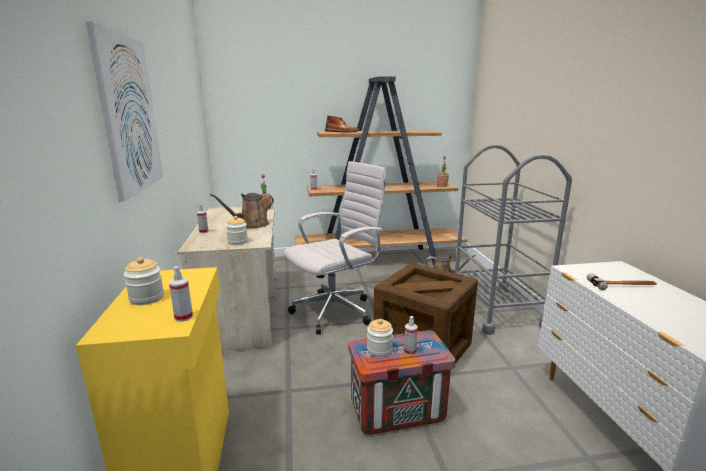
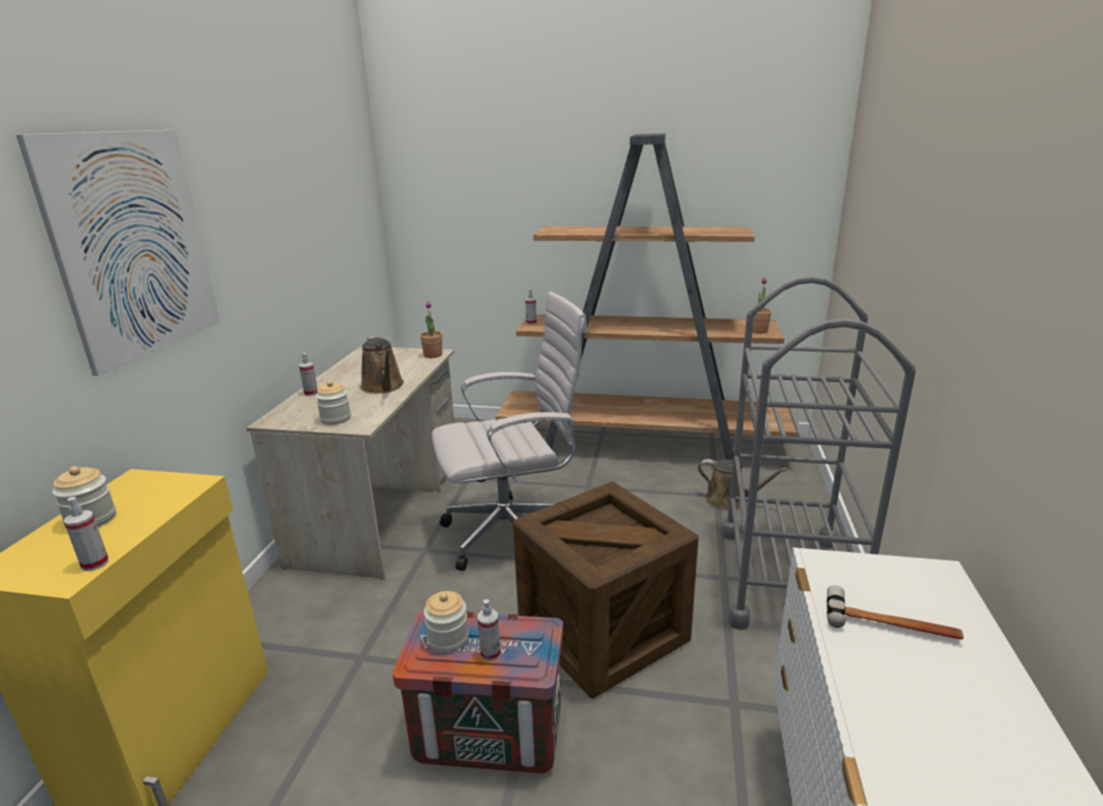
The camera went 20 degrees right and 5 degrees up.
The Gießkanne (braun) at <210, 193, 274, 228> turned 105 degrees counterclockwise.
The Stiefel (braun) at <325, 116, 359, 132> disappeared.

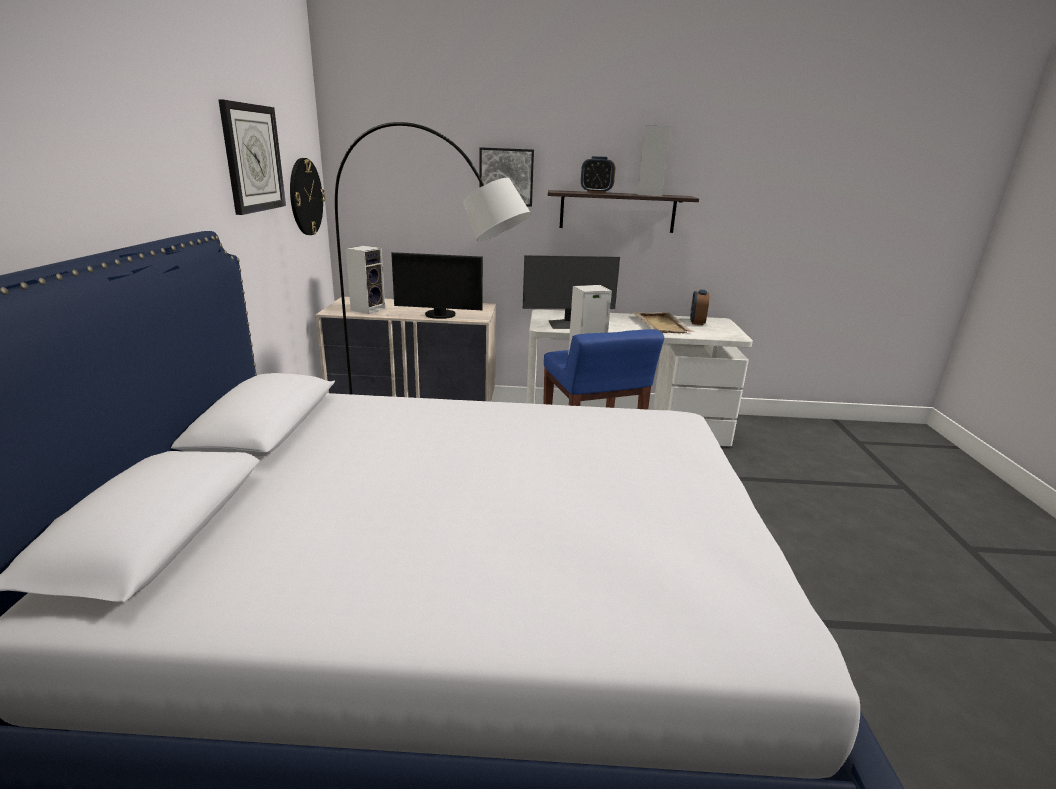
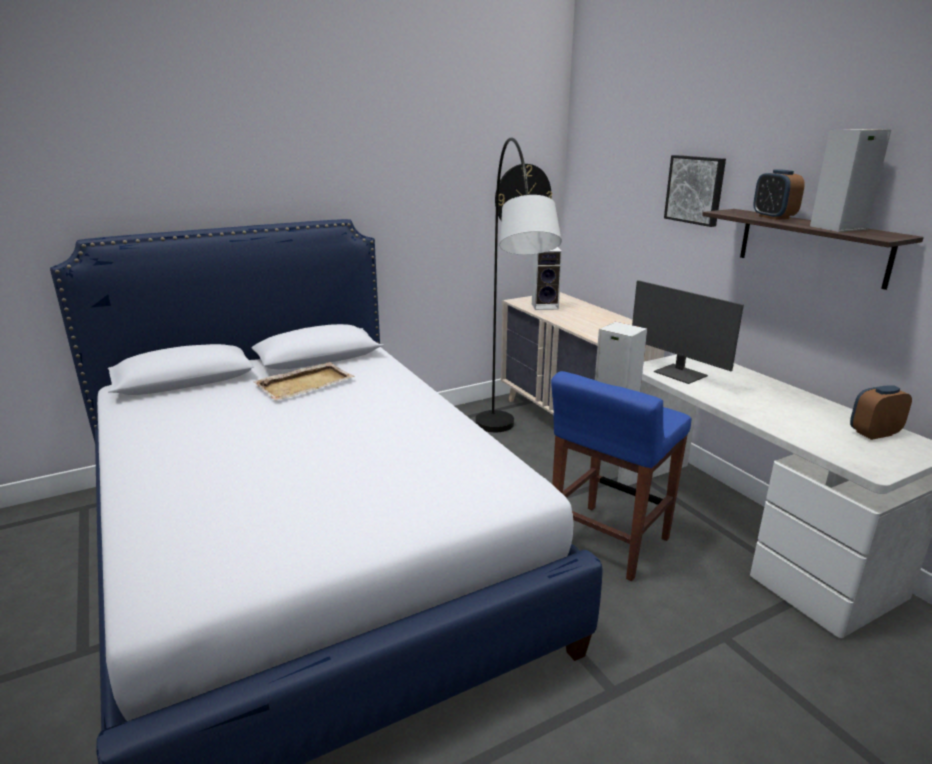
The camera went 60 degrees right and 0 degrees up.
The Wanduhr at <218, 99, 286, 215> disappeared.
The Monitor at <391, 252, 483, 319> disappeared.
The Tablett (beige) moved from <632, 312, 694, 334> to <253, 362, 355, 401>.

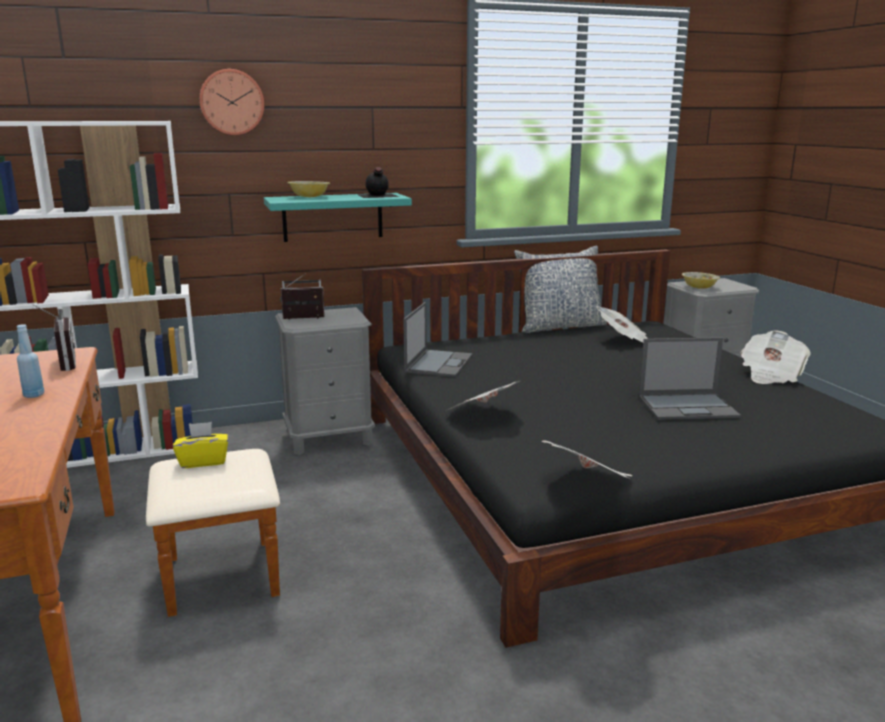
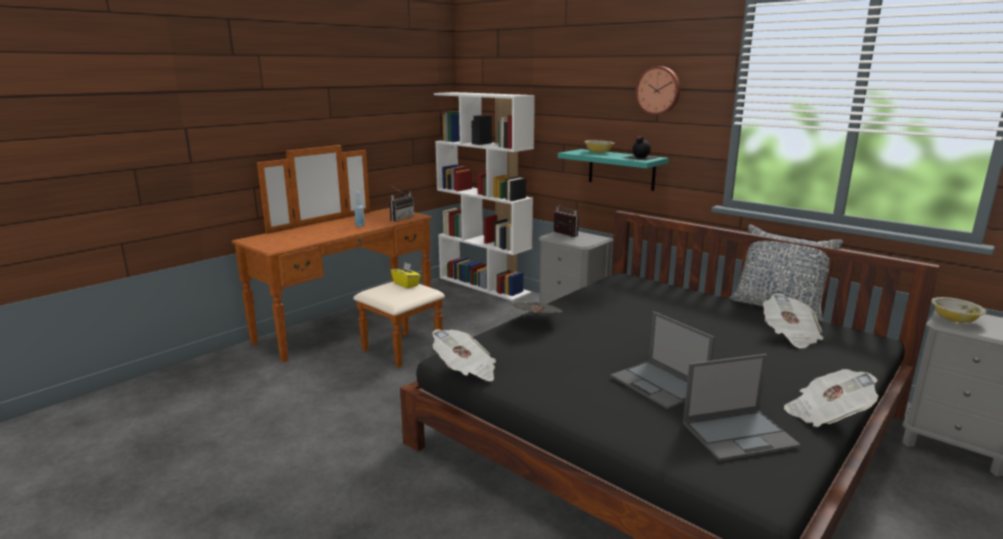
The camera went 60 degrees right and 0 degrees up.
The Wanduhr moved from <199, 69, 265, 135> to <635, 66, 680, 115>.
The Laptop moved from <403, 302, 472, 377> to <683, 354, 801, 461>.

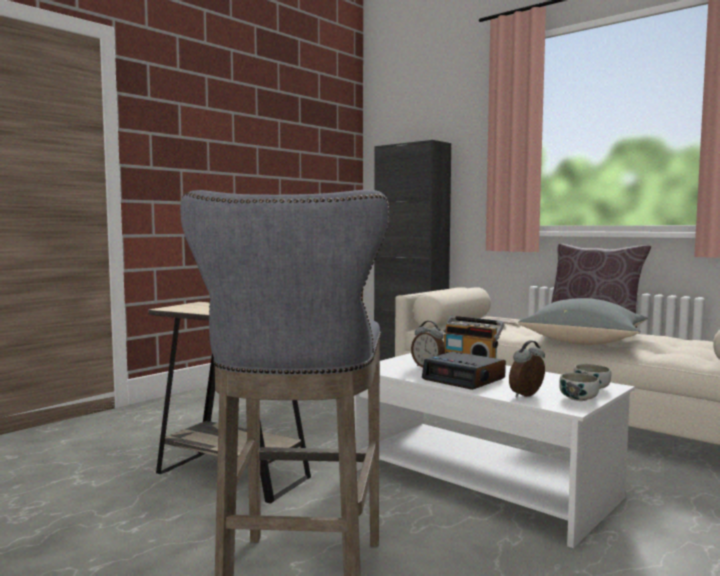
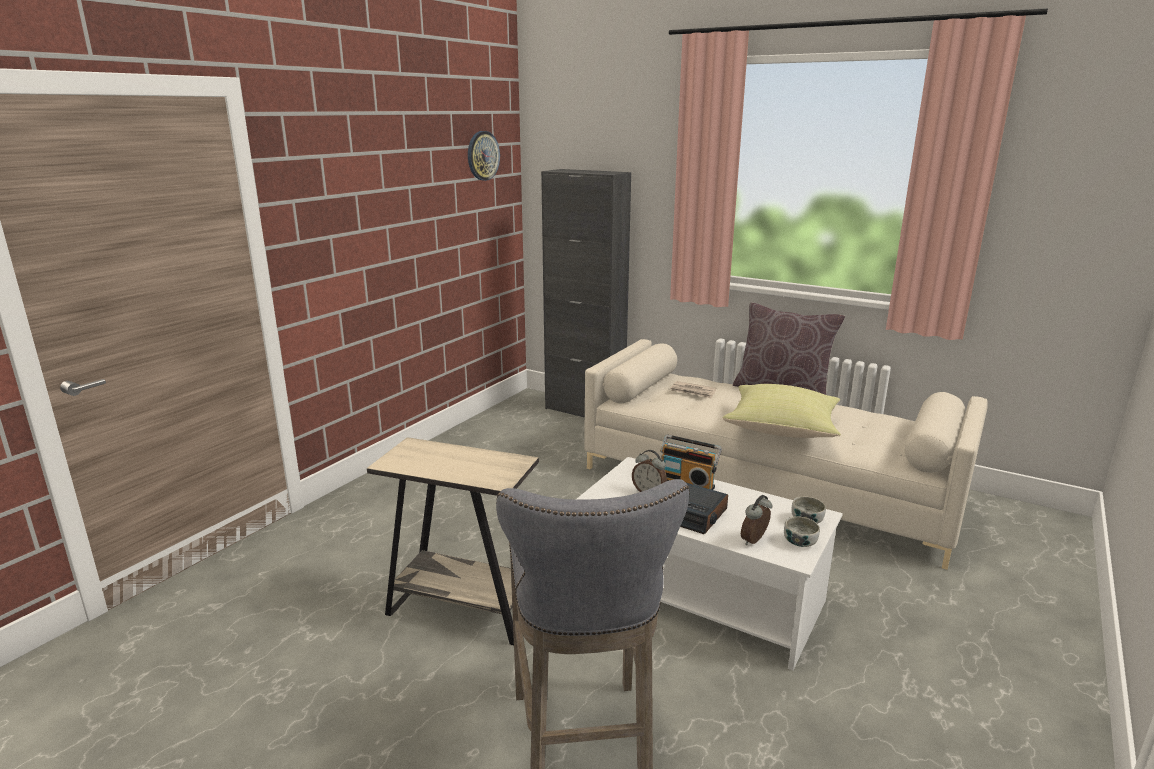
The camera went 10 degrees left and 15 degrees up.
The Kissen (grau) at <519, 298, 648, 345> became the Kissen (gelb) at <722, 384, 841, 438>.
The Wanduhr at <468, 131, 500, 181> appeared.

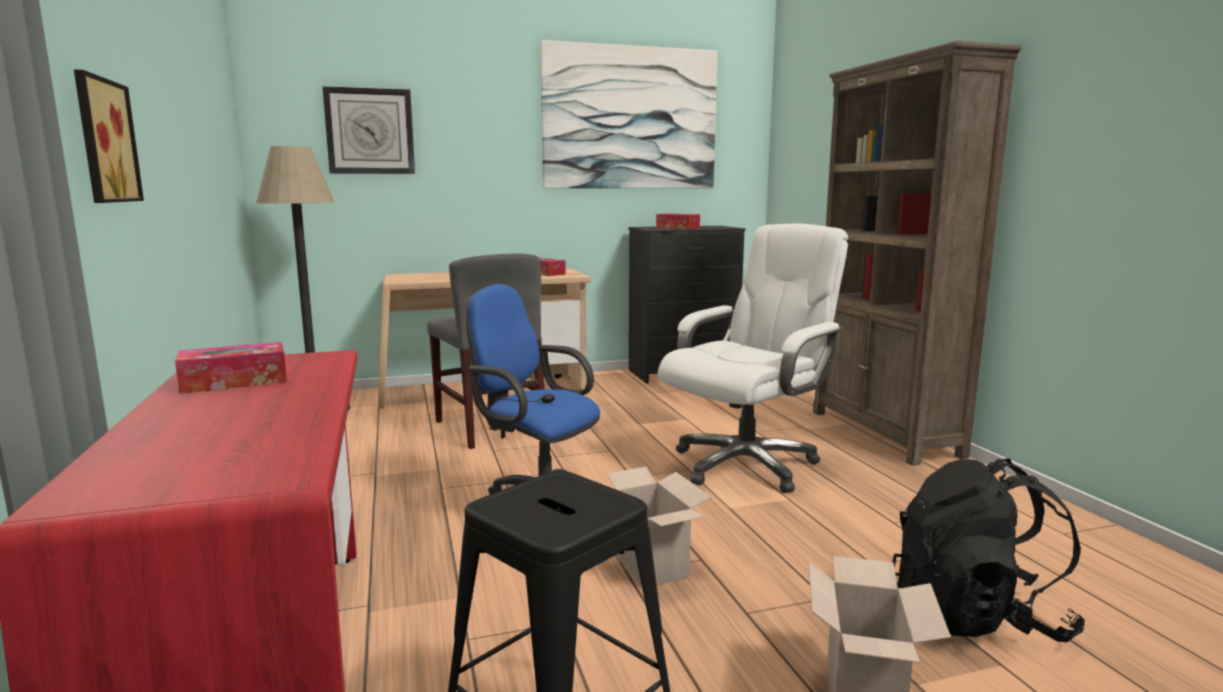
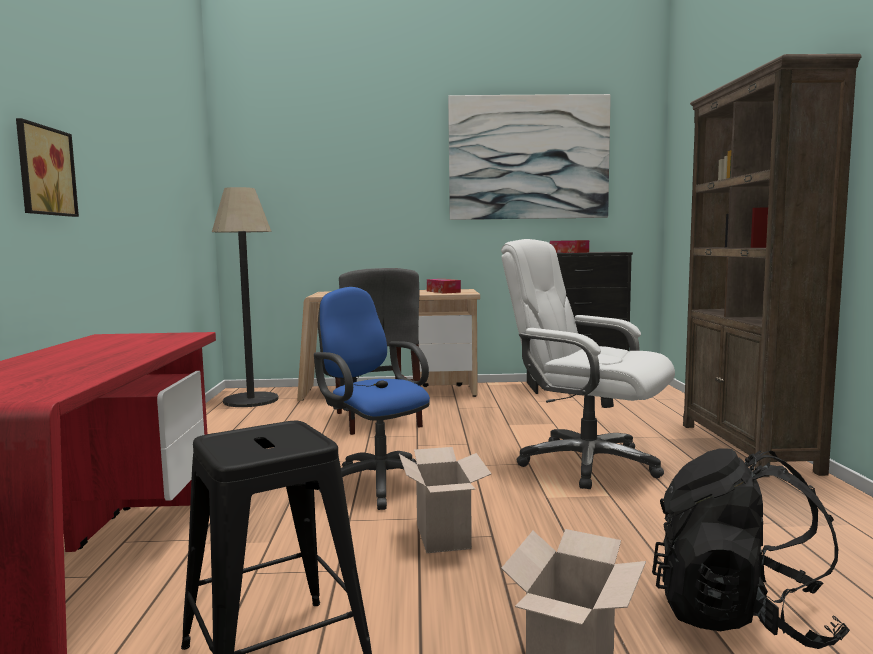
The camera went 15 degrees right and 5 degrees down.
The Taschentuchbox at <175, 342, 287, 394> disappeared.
The Wanduhr at <322, 86, 415, 174> disappeared.
The Bürostuhl (weiß) at <658, 223, 848, 493> turned 120 degrees counterclockwise.

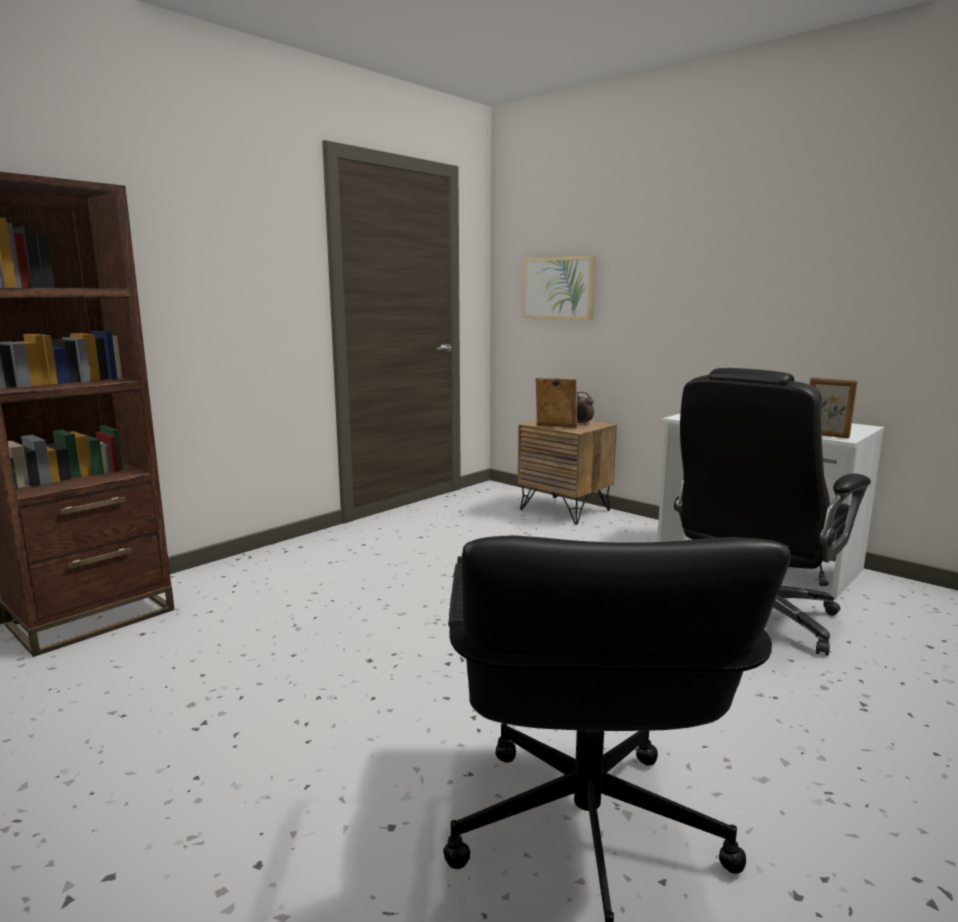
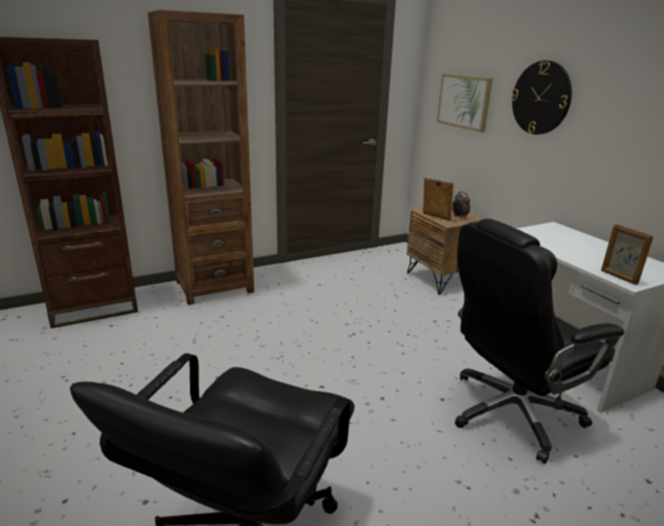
The camera went 20 degrees right and 10 degrees up.
The Bücherregal (braun) at <148, 10, 254, 305> appeared.
The Wanduhr at <511, 60, 572, 135> appeared.

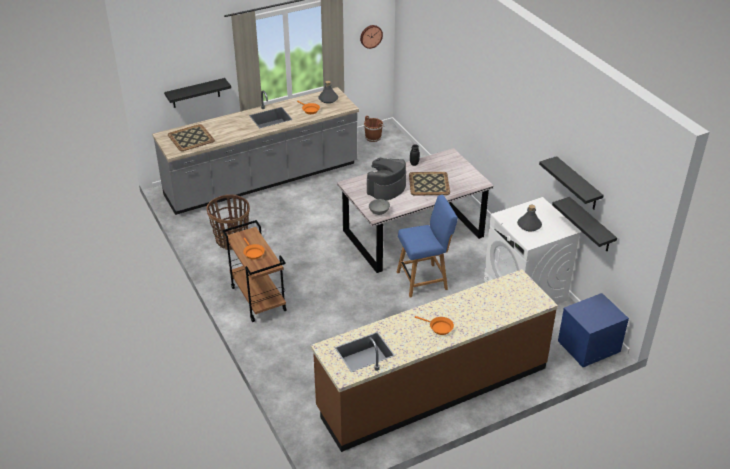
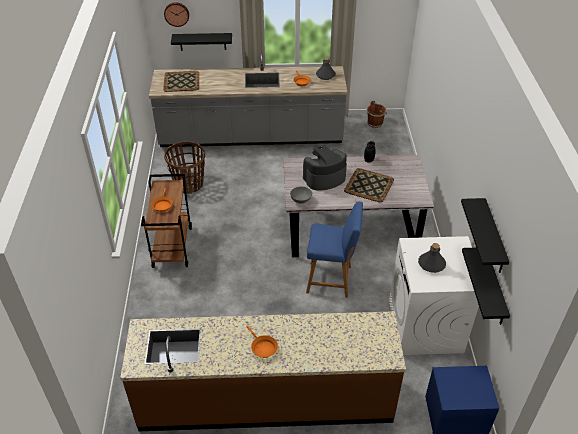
The camera went 25 degrees right and 5 degrees up.
The Wanduhr moved from <360, 25, 383, 49> to <164, 2, 189, 27>.

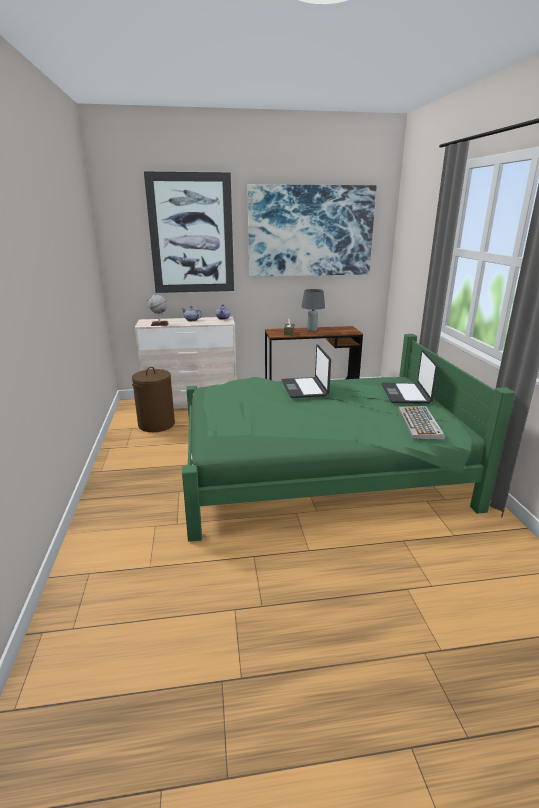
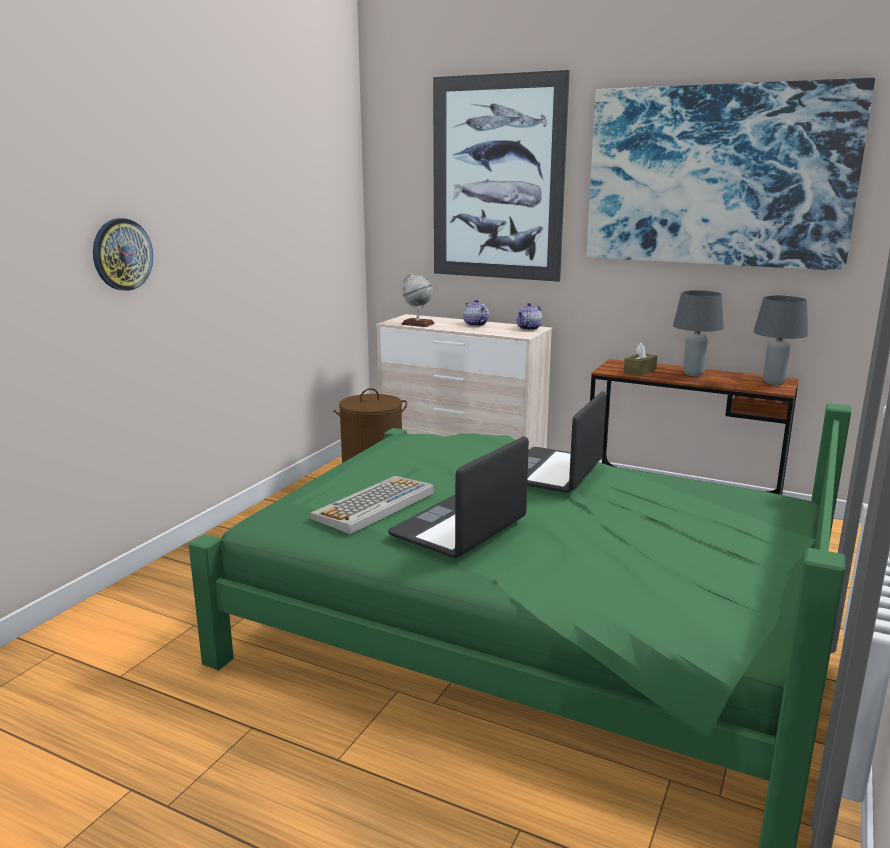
The camera went 35 degrees right and 5 degrees down.
The Laptop moved from <382, 350, 438, 404> to <388, 436, 529, 558>.
The Tastatur moved from <398, 406, 445, 440> to <309, 476, 434, 534>.
The Wanduhr at <93, 218, 153, 291> appeared.
The Tischlampe (grau) at <753, 295, 808, 385> appeared.

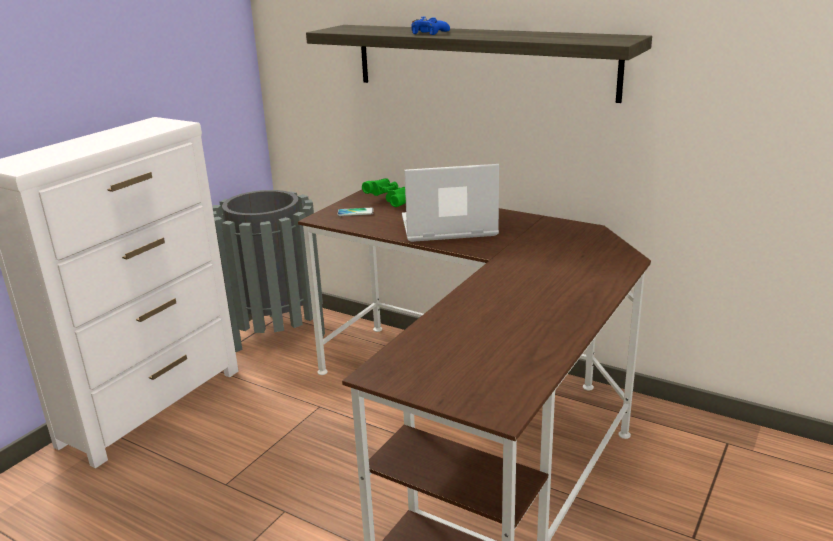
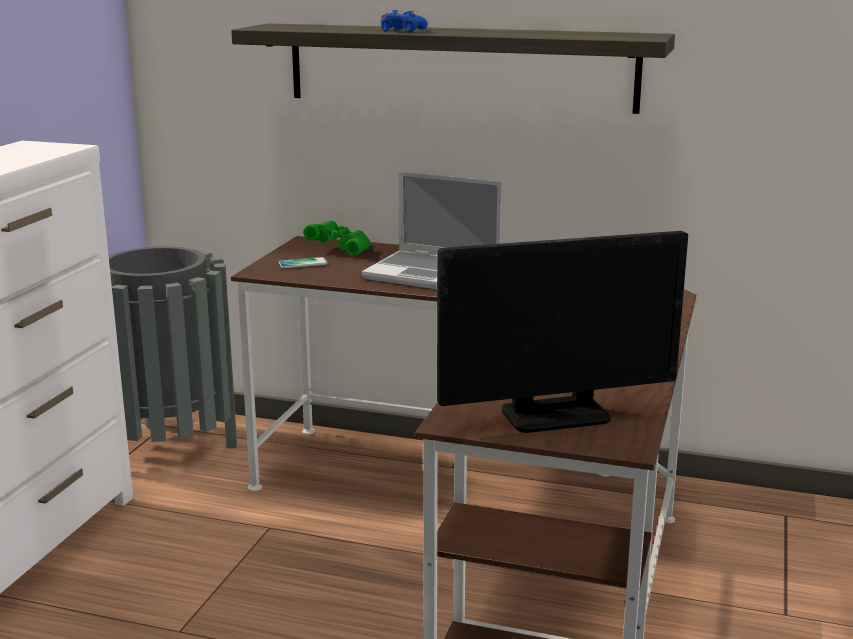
The camera went 15 degrees left and 5 degrees down.
The Laptop at <402, 164, 499, 242> turned 135 degrees counterclockwise.
The Monitor at <437, 231, 688, 433> appeared.

